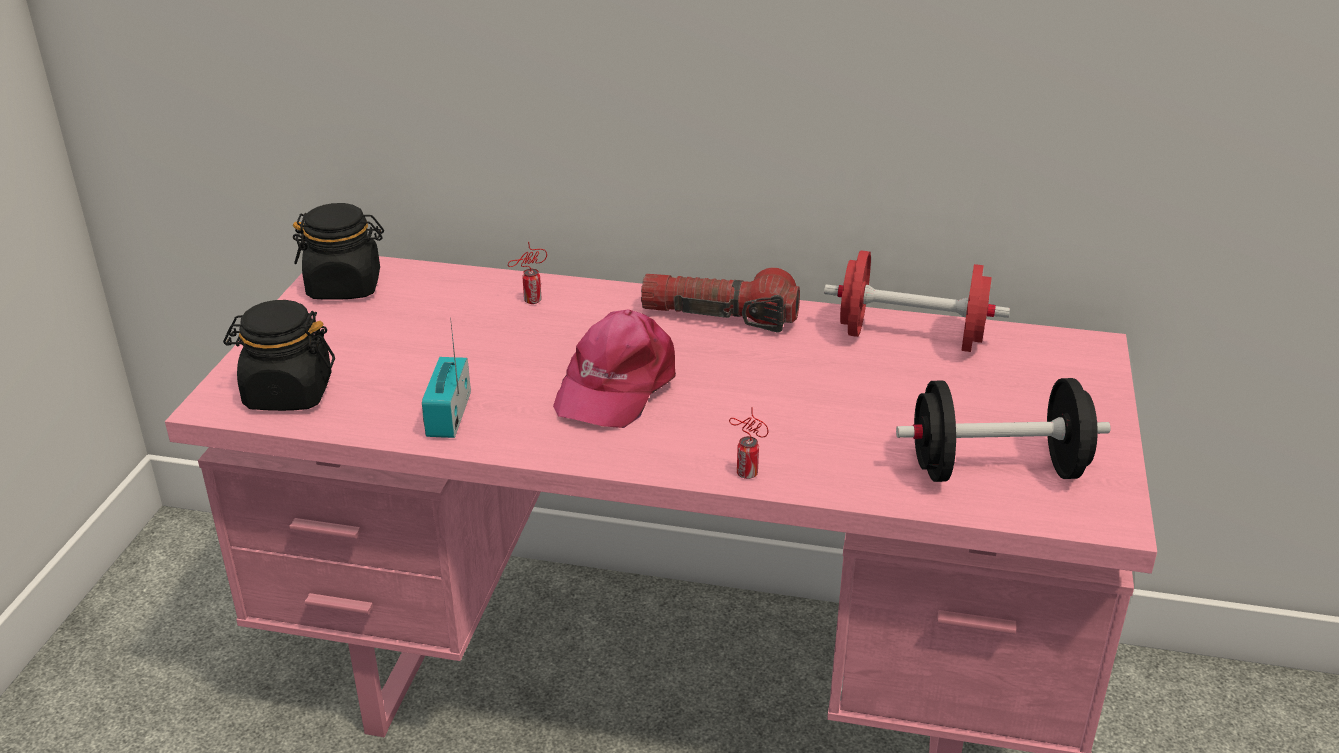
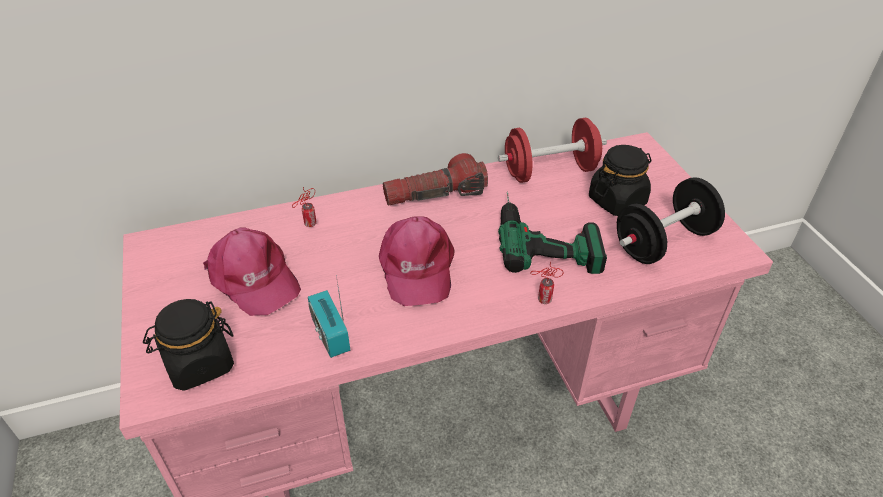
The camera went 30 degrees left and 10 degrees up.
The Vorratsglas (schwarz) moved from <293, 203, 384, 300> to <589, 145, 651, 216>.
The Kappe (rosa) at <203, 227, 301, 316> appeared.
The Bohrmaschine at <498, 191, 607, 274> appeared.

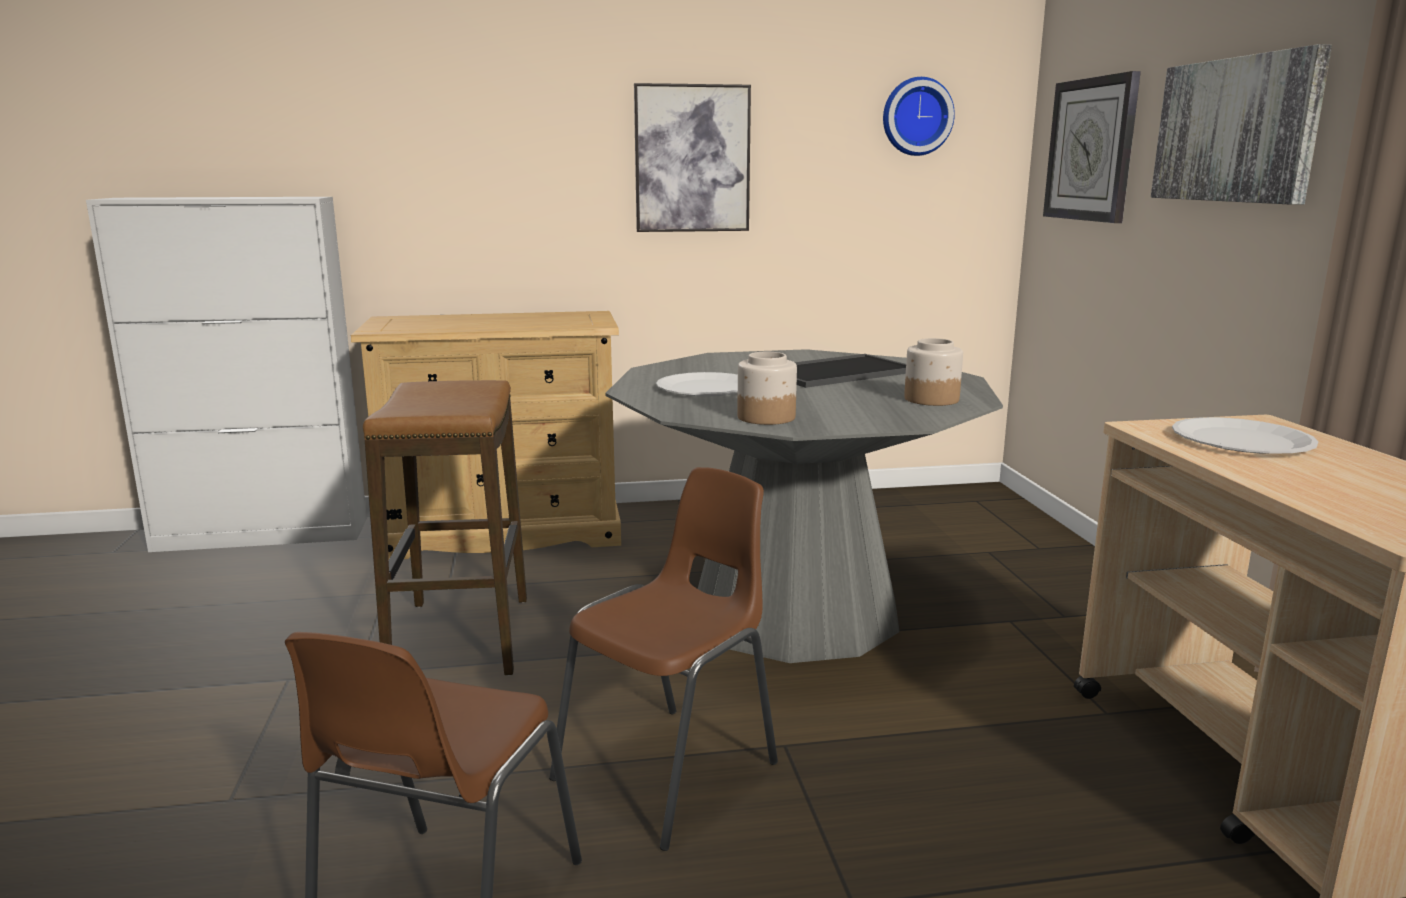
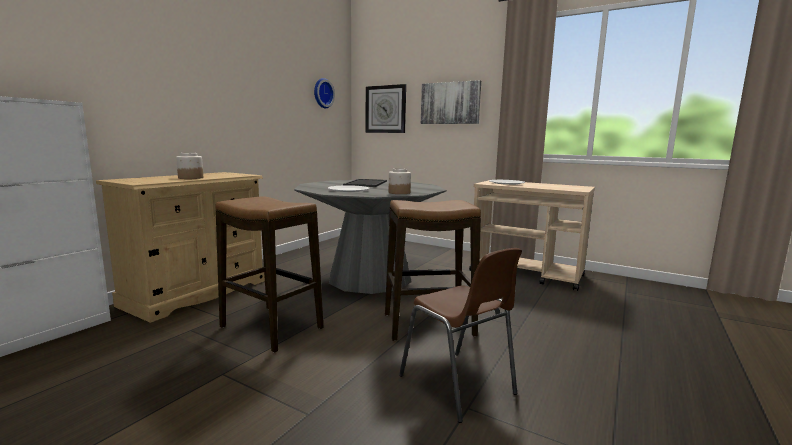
The camera went 50 degrees left and 5 degrees down.
The Stuhl (braun) at <549, 467, 778, 851> was replaced by the Hocker at <385, 200, 481, 341>.
The Bild at <634, 83, 751, 232> disappeared.
The Vorratsglas moved from <904, 338, 963, 406> to <176, 153, 203, 179>.

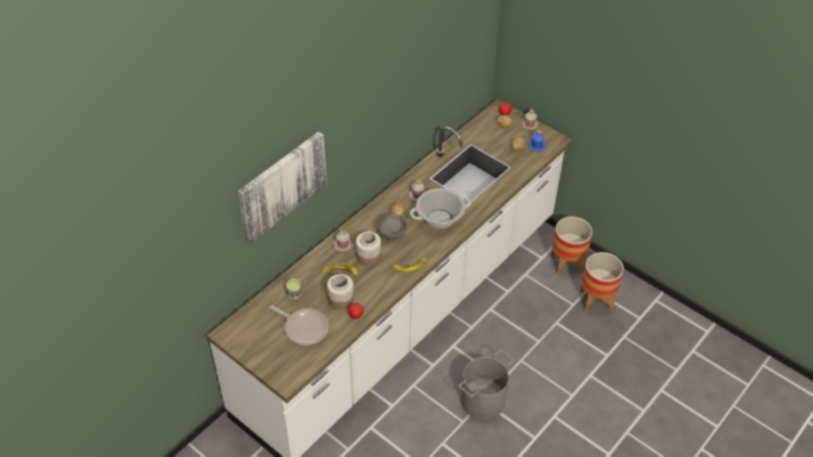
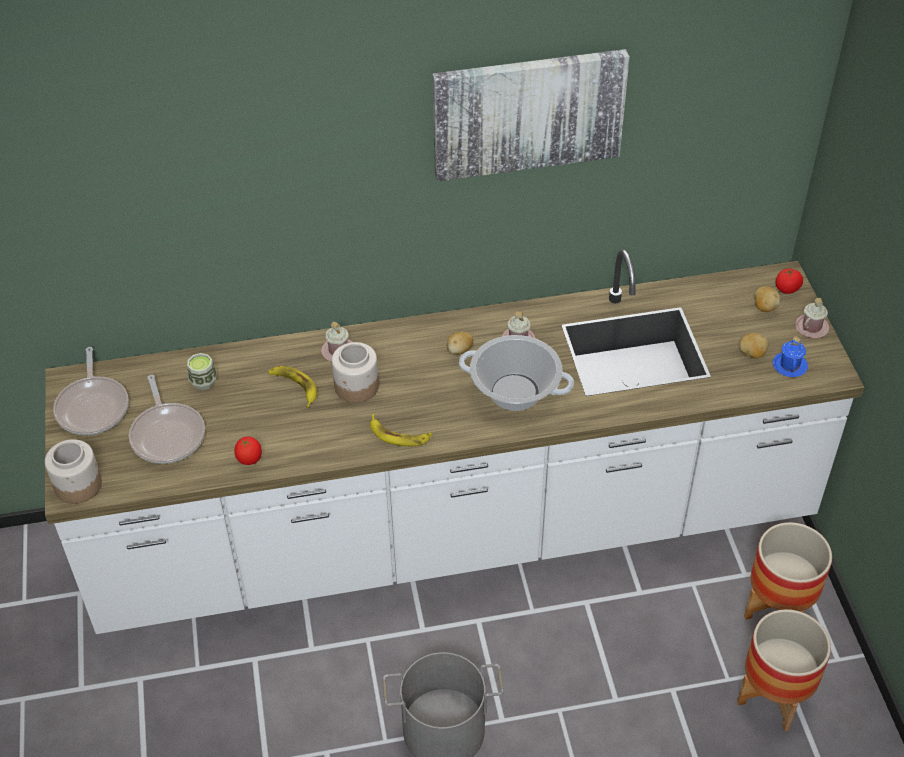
The camera went 40 degrees right and 0 degrees up.
The Bild moved from <238, 131, 327, 244> to <432, 49, 630, 181>.
The Vorratsglas moved from <327, 274, 354, 309> to <45, 439, 102, 504>.
The Schüssel (grau) at <377, 213, 407, 240> disappeared.
The Pfanne at <53, 347, 129, 435> appeared.

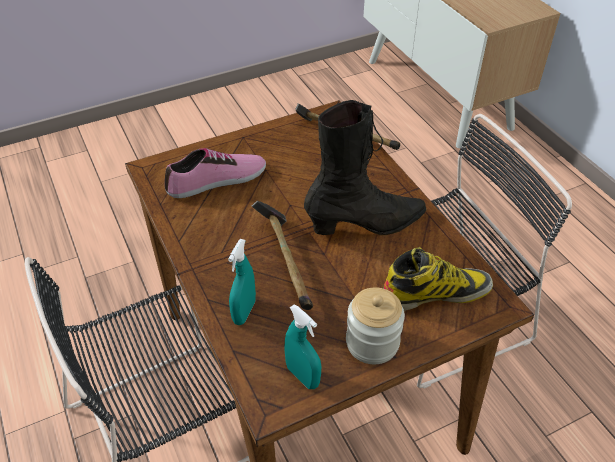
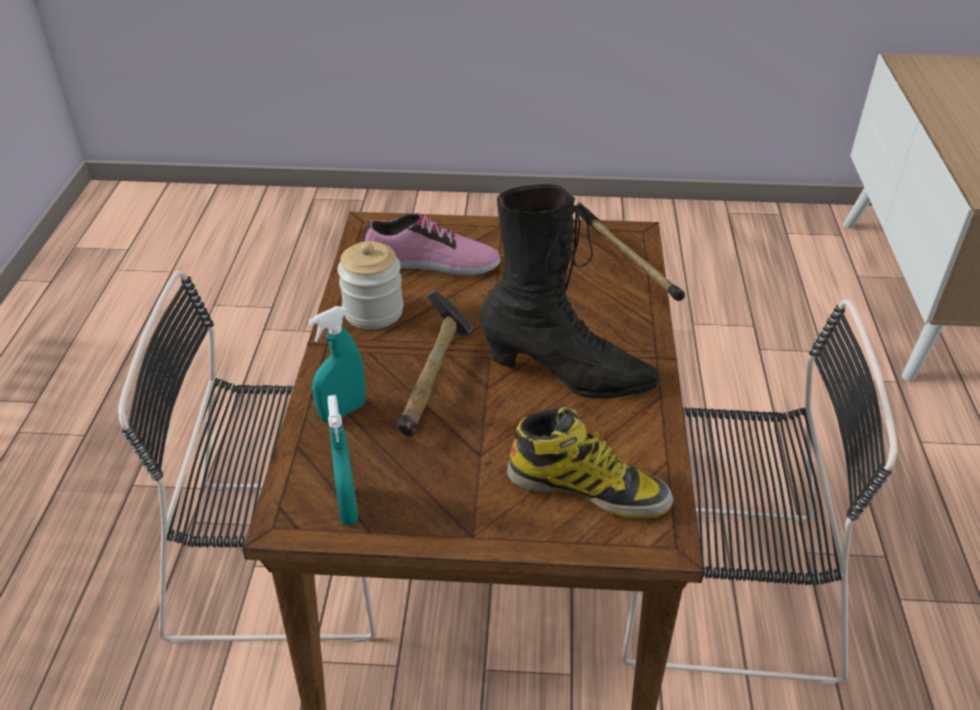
The camera went 30 degrees right and 5 degrees down.
The Vorratsglas moved from <346, 287, 405, 364> to <337, 241, 403, 329>.

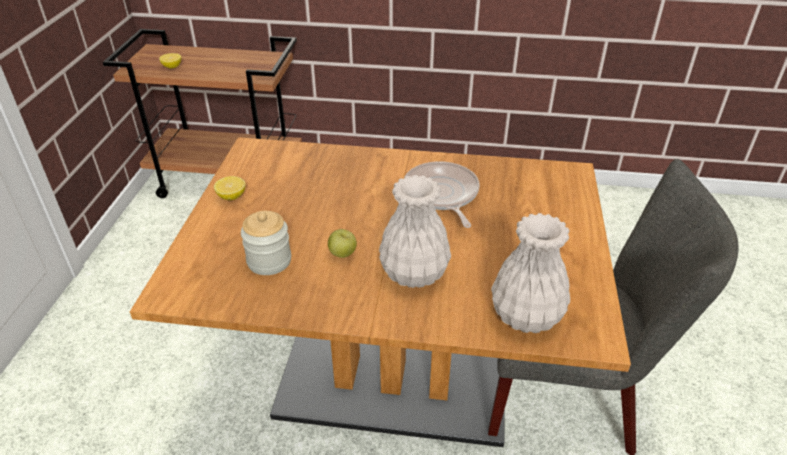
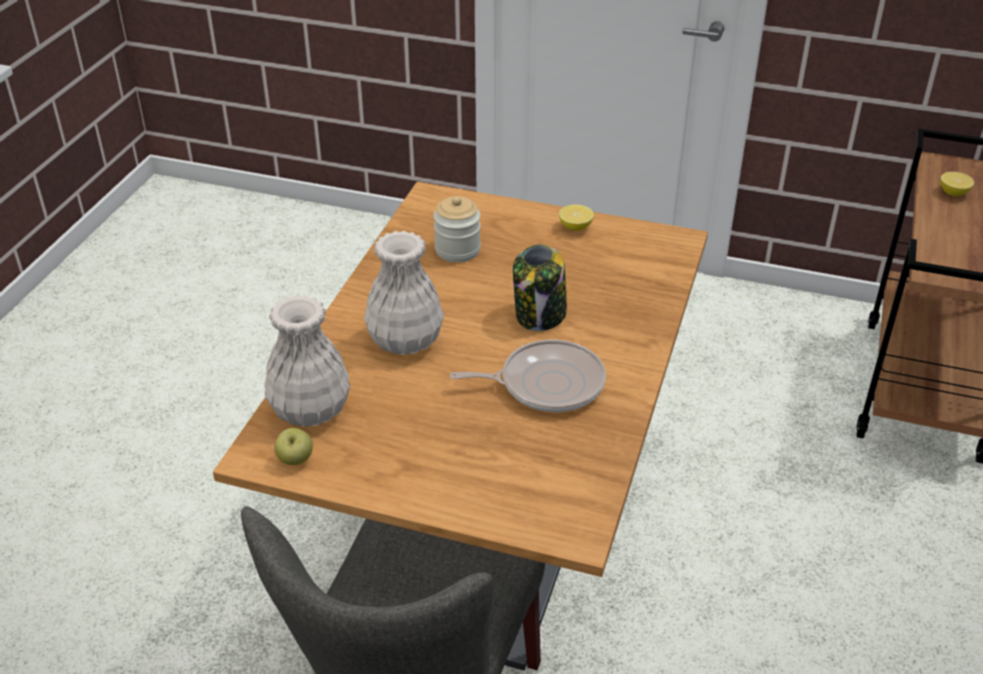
The camera went 100 degrees right and 0 degrees up.
The Apfel moved from <328, 229, 357, 258> to <274, 428, 313, 465>.
The Vorratsglas at <513, 244, 567, 331> appeared.

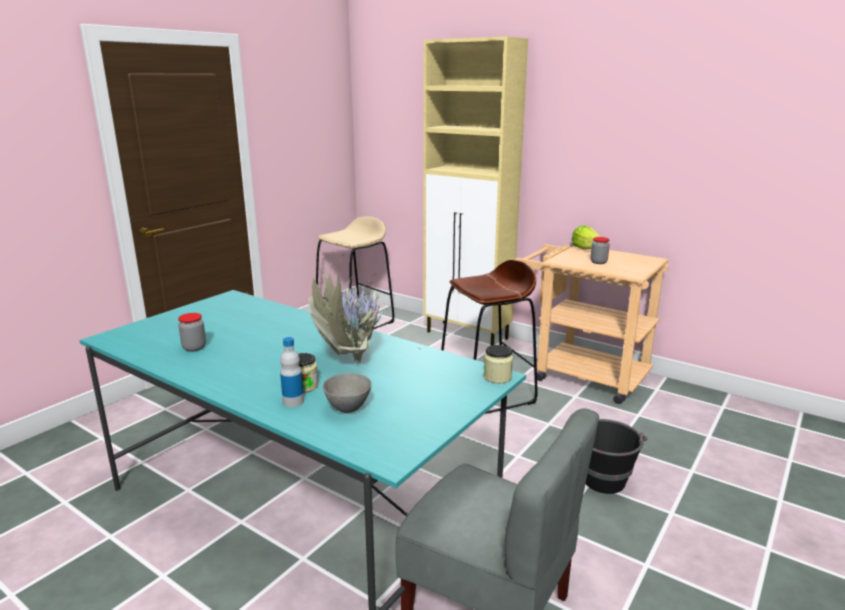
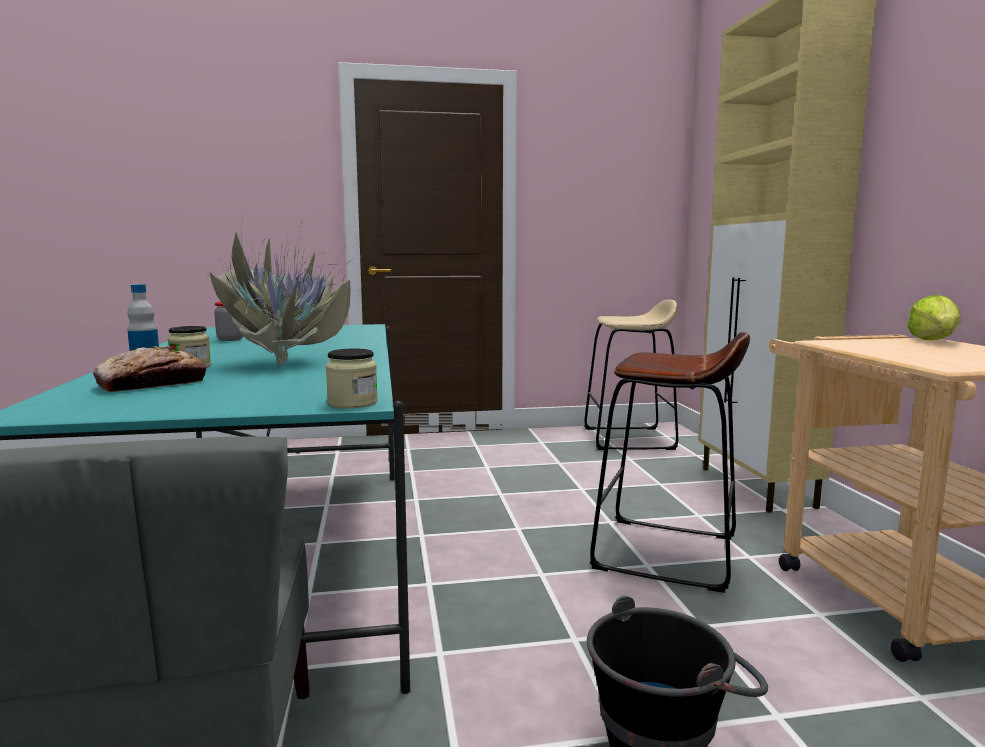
The camera went 45 degrees right and 10 degrees down.
The Schüssel (grau) at <323, 373, 372, 413> was replaced by the Brot at <93, 346, 206, 392>.
The Vorratsglas at <591, 237, 610, 264> disappeared.

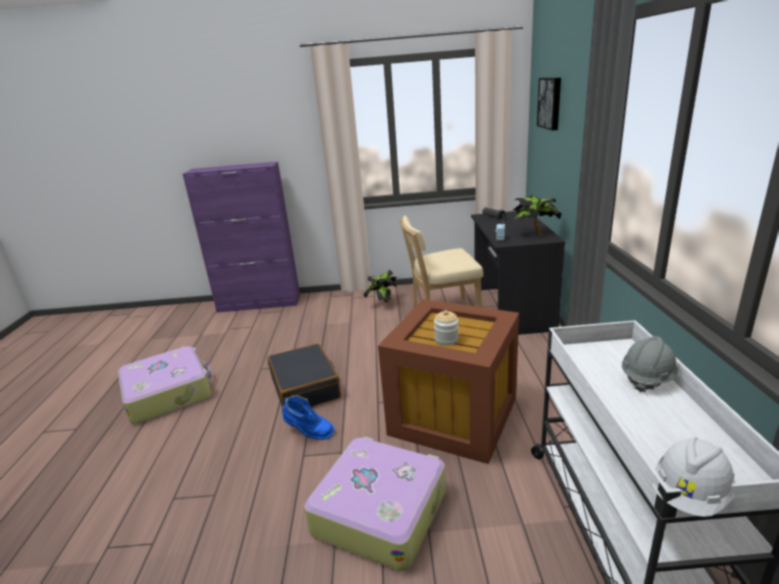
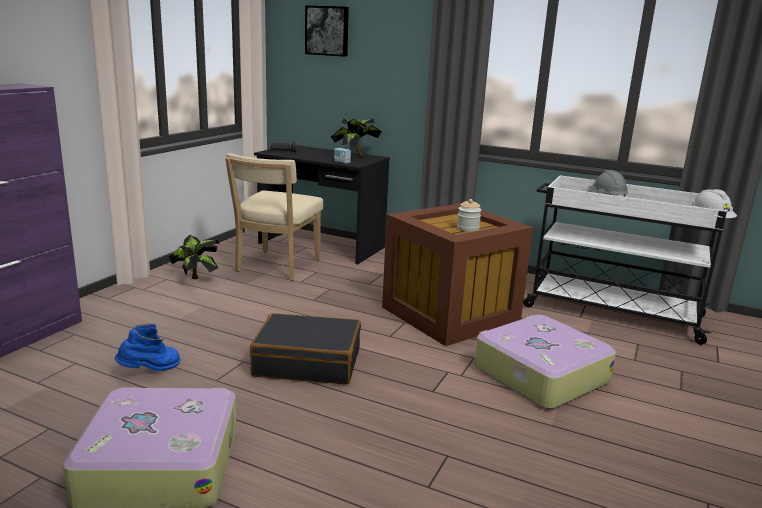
The camera went 65 degrees left and 5 degrees down.
The Stiefel (blau) moved from <282, 395, 335, 440> to <115, 323, 181, 371>.

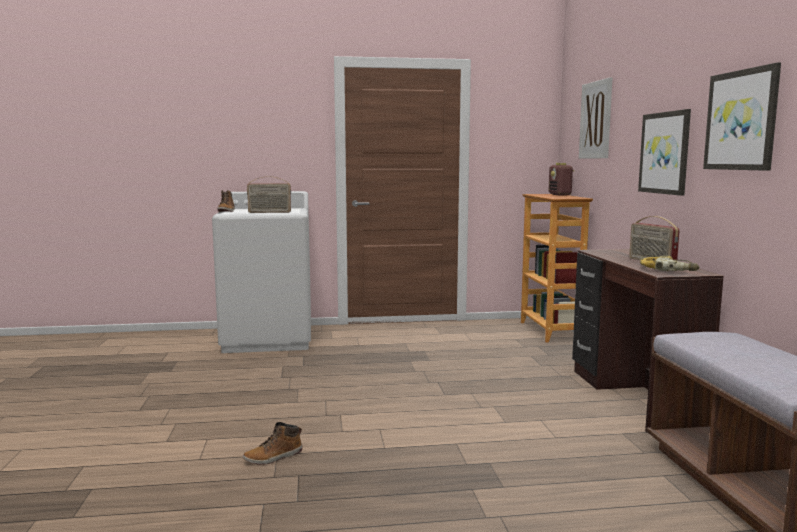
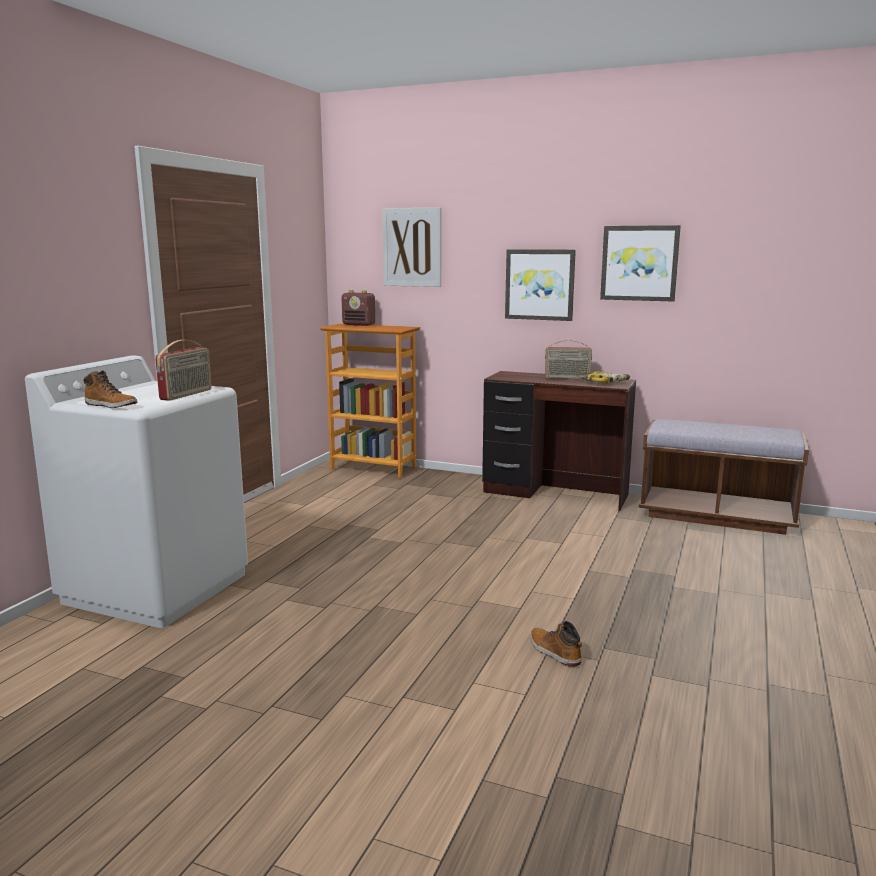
The camera went 60 degrees left and 5 degrees up.
The Stiefel at <243, 422, 302, 465> turned 150 degrees clockwise.

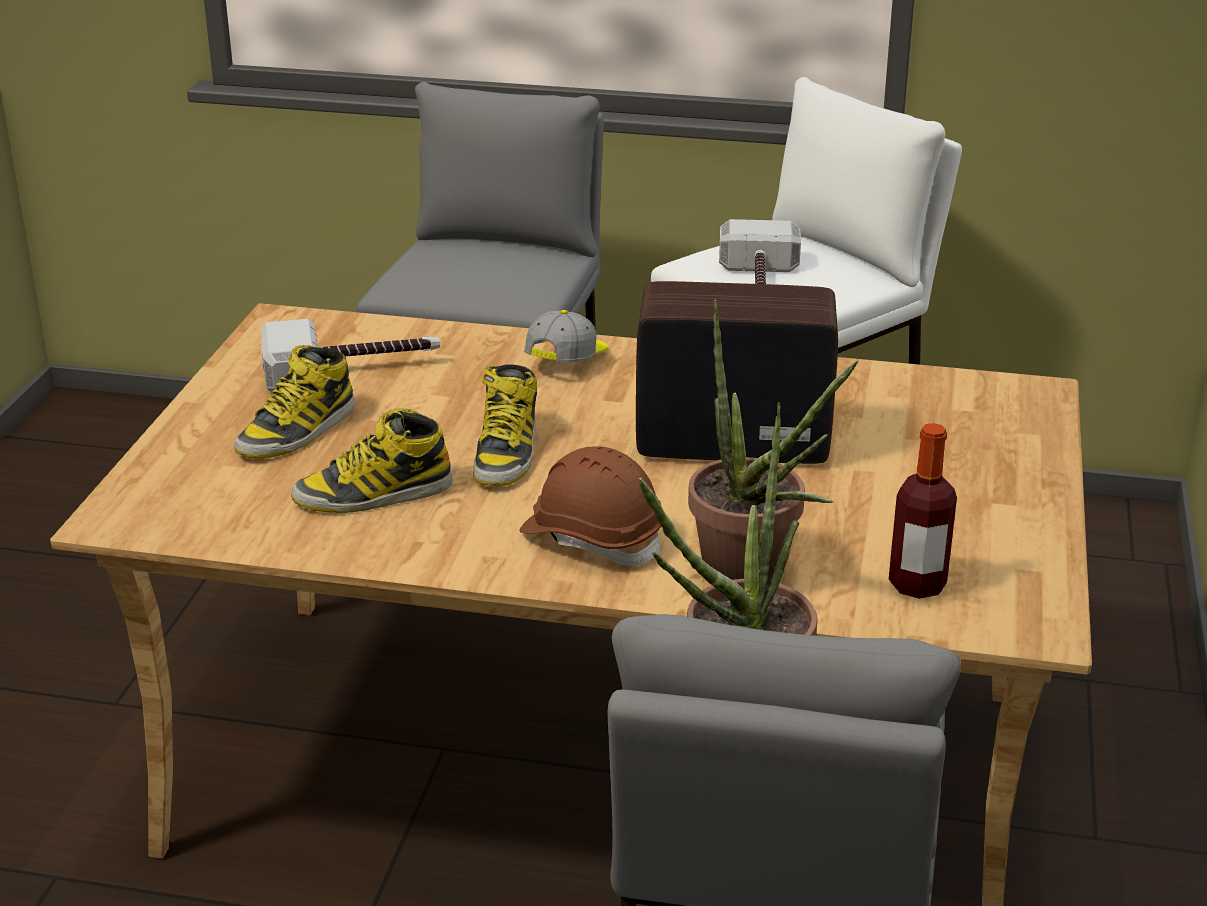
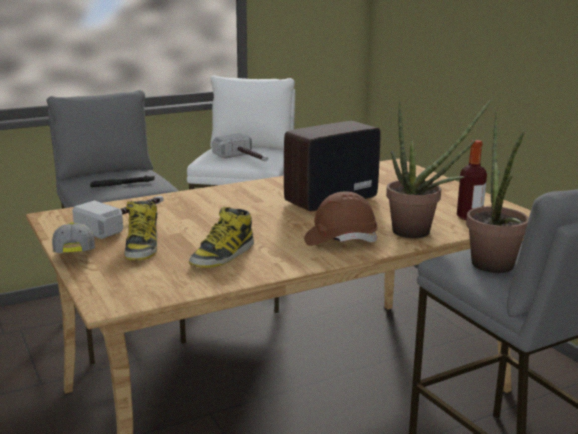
The camera went 40 degrees left and 10 degrees down.
The Stiefel at <473, 364, 537, 487> disappeared.
The Kappe moved from <524, 310, 608, 362> to <52, 222, 95, 253>.
The Taschenlampe (schwarz) at <90, 175, 154, 187> appeared.

